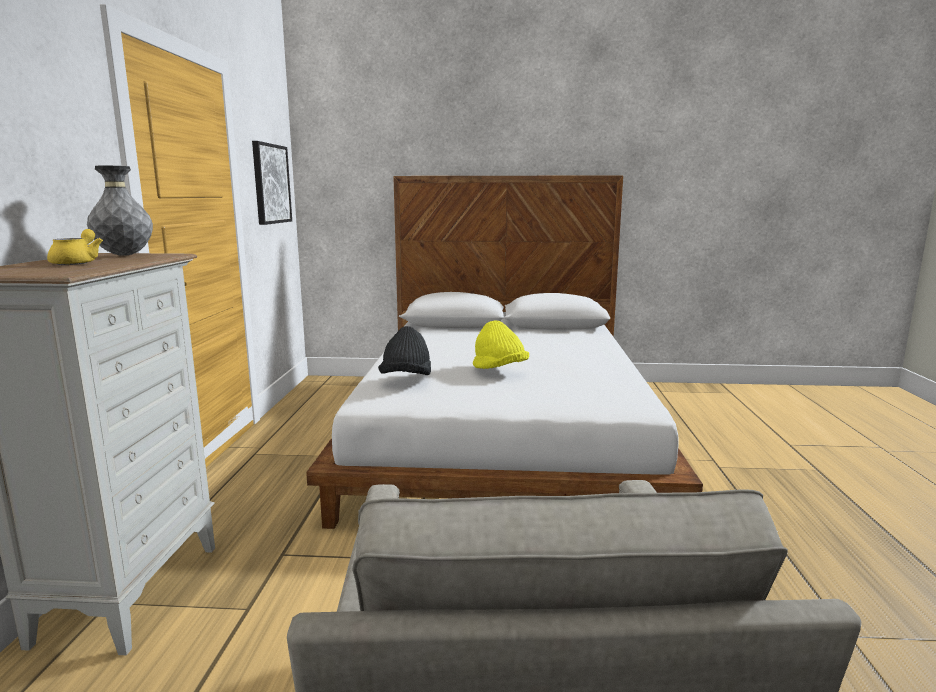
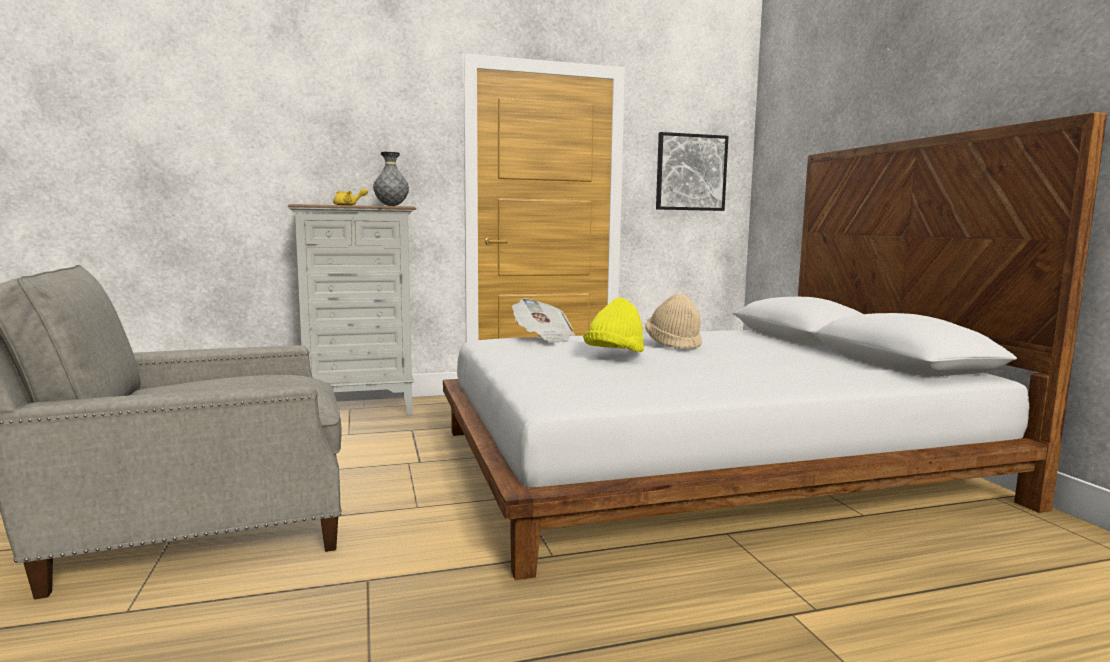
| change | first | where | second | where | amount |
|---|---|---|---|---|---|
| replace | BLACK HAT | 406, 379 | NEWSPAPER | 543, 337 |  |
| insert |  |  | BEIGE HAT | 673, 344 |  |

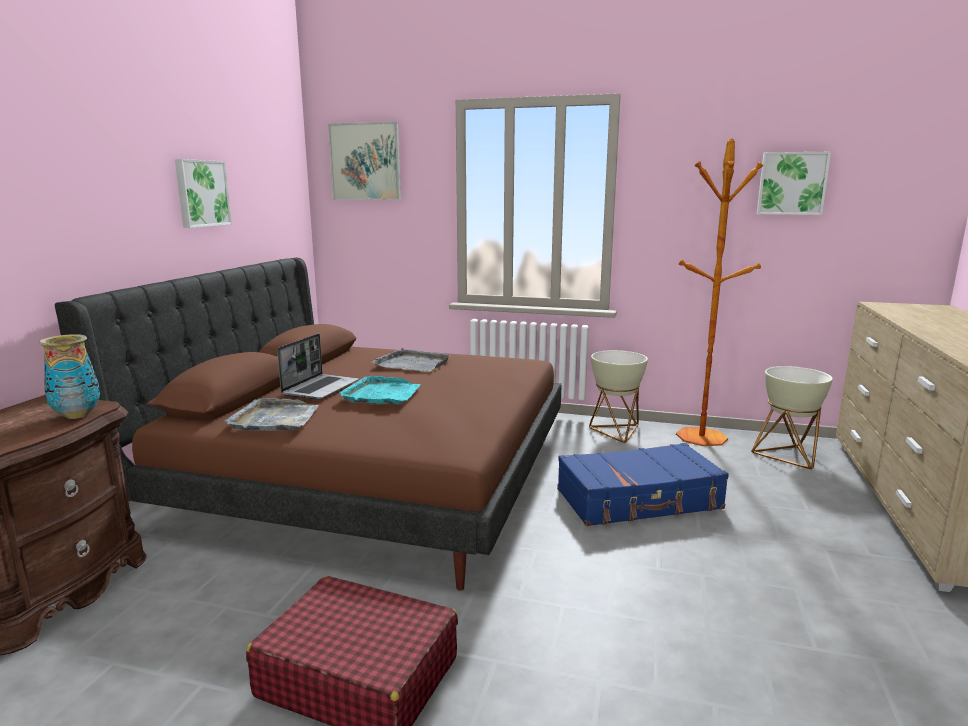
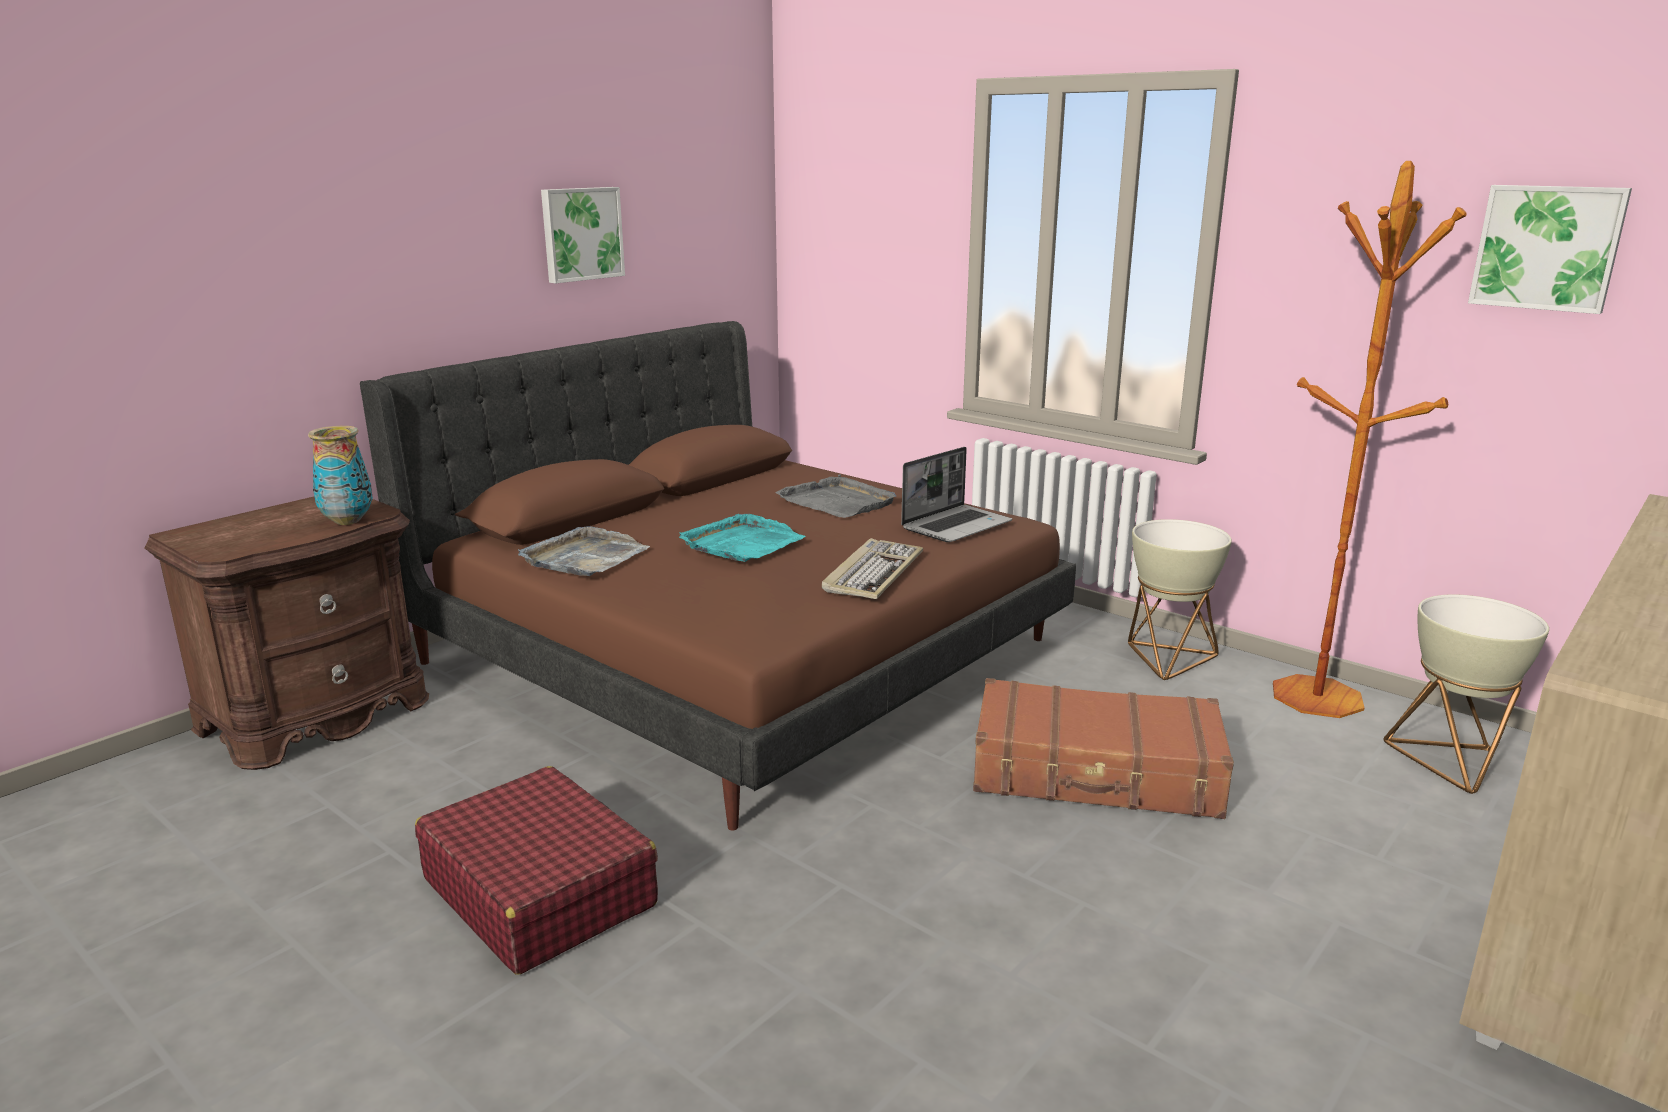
| change | first | where | second | where | amount |
|---|---|---|---|---|---|
| delete | PICTURE | 365, 162 |  |  |  |
| move | LAPTOP | 321, 388 |  | 956, 525 |  |
| recolor | BLUE SUITCASE | 639, 500 | BROWN SUITCASE | 1096, 773 |  |
| insert |  |  | KEYBOARD | 873, 573 |  |

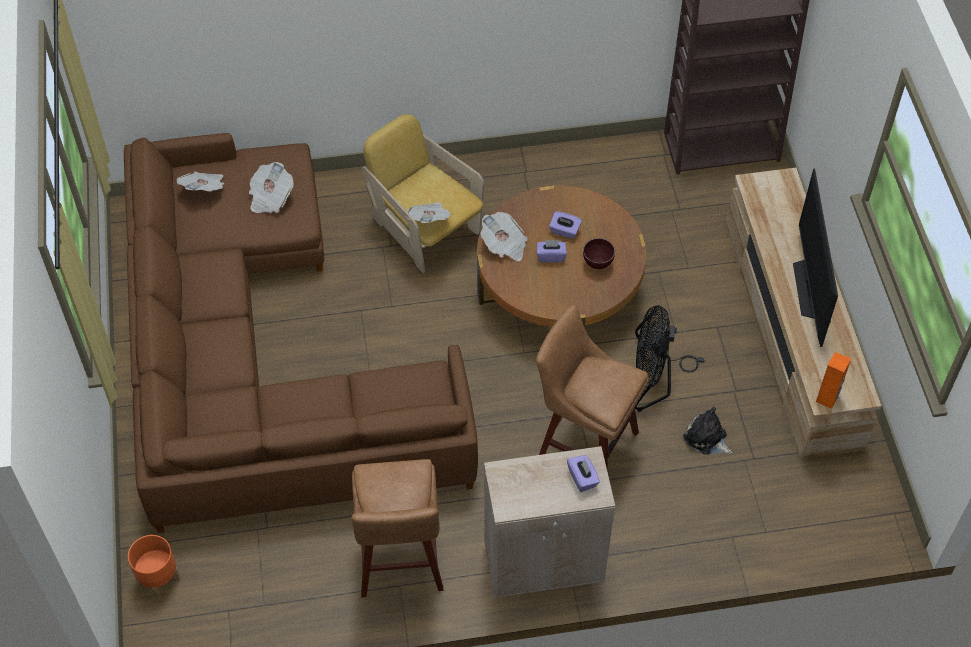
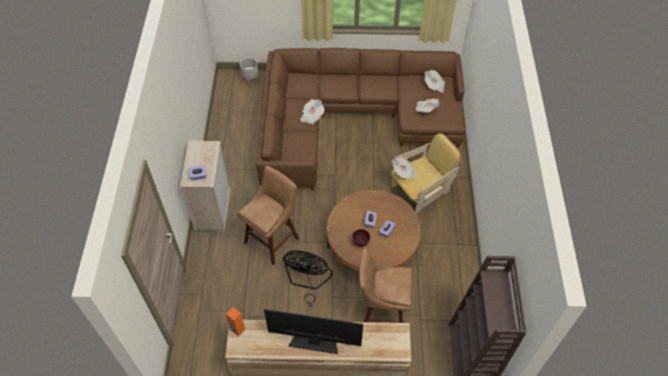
| change | first | where | second | where | amount |
|---|---|---|---|---|---|
| move | NEWSPAPER | 504, 245 |  | 311, 116 |  |
| delete | PLUSH TOY | 706, 438 |  |  |  |
| move | BROWN STOOL | 400, 562 |  | 380, 312 |  |
| recolor | ORANGE PLANTER | 159, 579 | GREY PLANTER | 251, 80 |  |

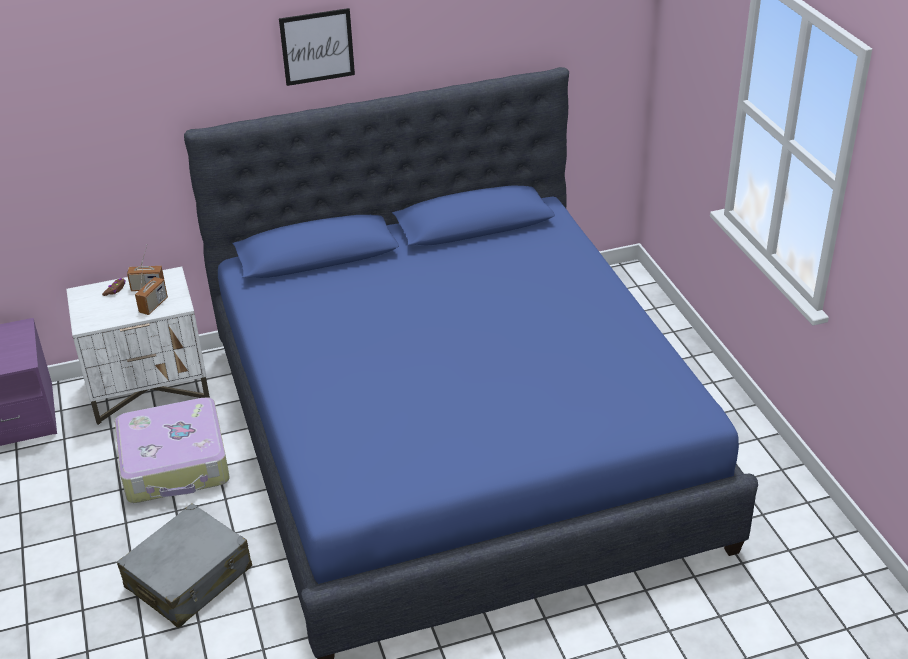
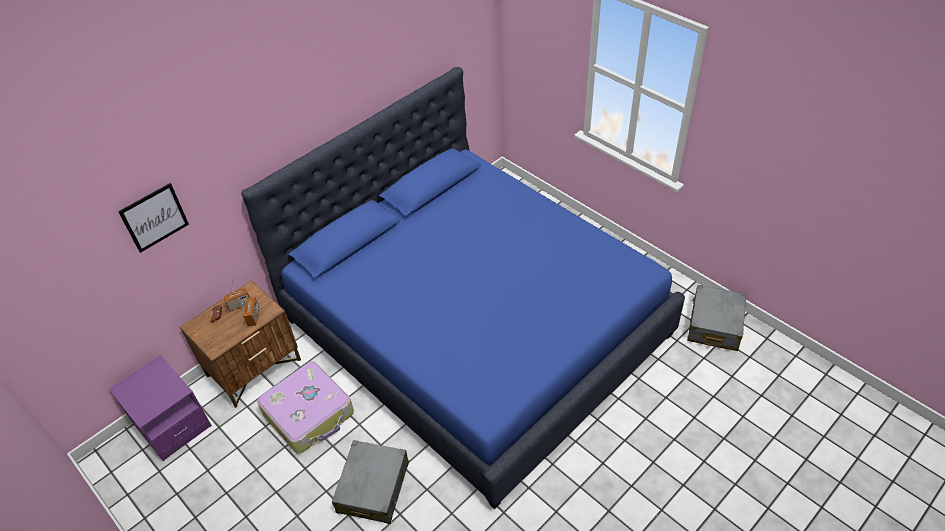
| change | first | where | second | where | amount |
|---|---|---|---|---|---|
| move | PICTURE | 317, 46 |  | 154, 217 |  |
| recolor | WHITE NIGHTSTAND | 150, 389 | BROWN NIGHTSTAND | 254, 367 |  |
| insert |  |  | GREY SUITCASE | 714, 325 |  |

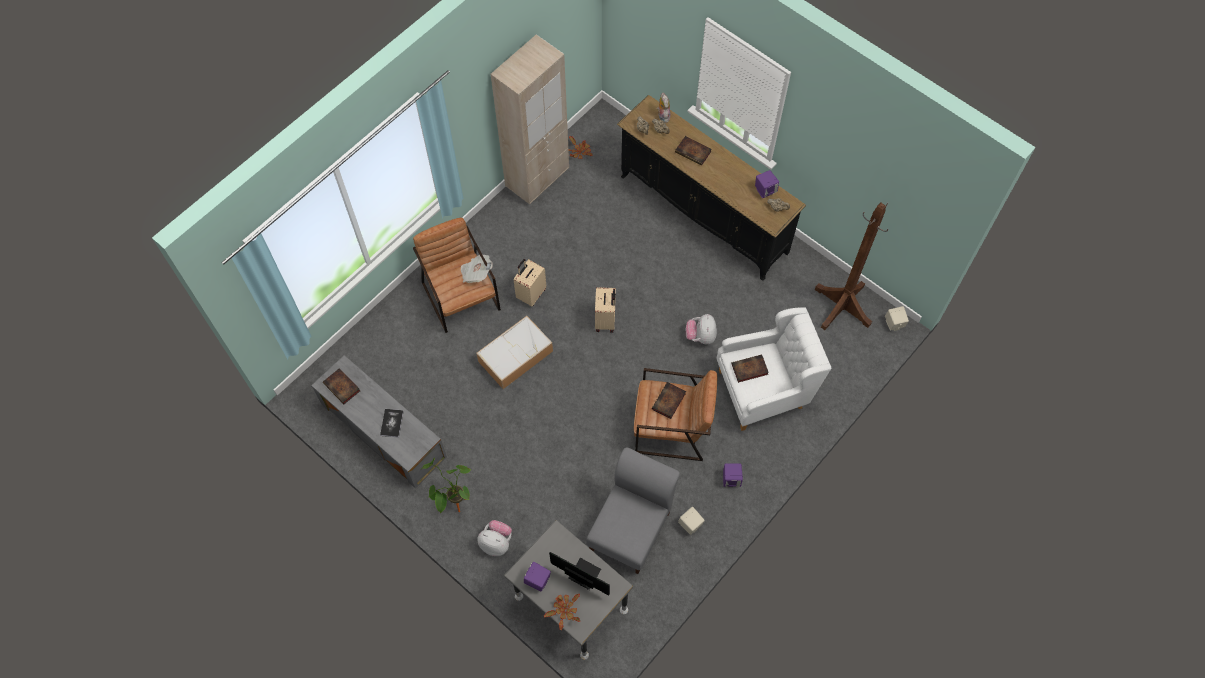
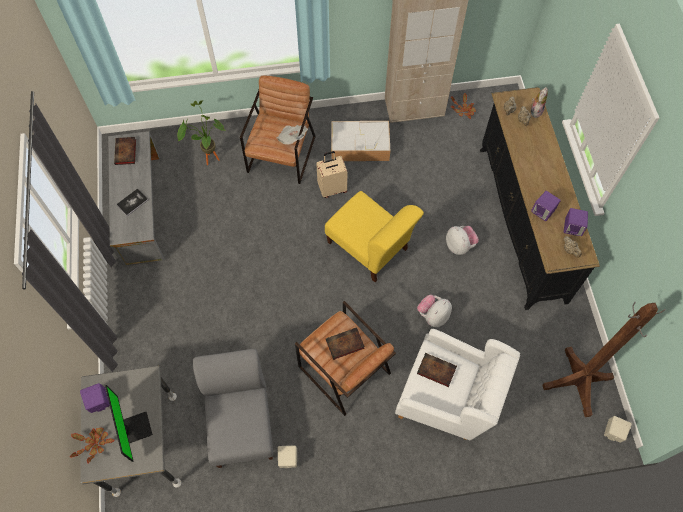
| change | first | where | second | where | amount |
|---|---|---|---|---|---|
| delete | BOOK | 694, 152 |  |  |  |
| replace | BEIGE SUITCASE | 606, 320 | YELLOW CHAIR | 369, 248 |  |
| move | STORAGE BOX | 516, 355 |  | 361, 145 |  |
| rotate | GREY CHAIR | 631, 528 |  | 242, 423 | 75 degrees counterclockwise |
| move | POTTED PLANT | 454, 505 |  | 208, 158 |  |
| move | PURPLE SPEAKER | 731, 479 |  | 542, 212 |  |
| move | PLUSH TOY | 496, 543 |  | 459, 245 |  |

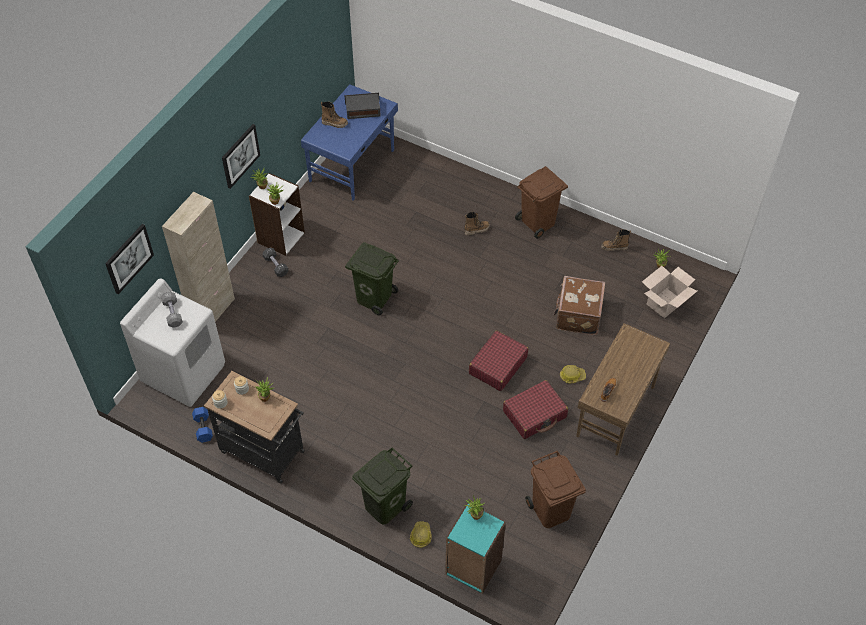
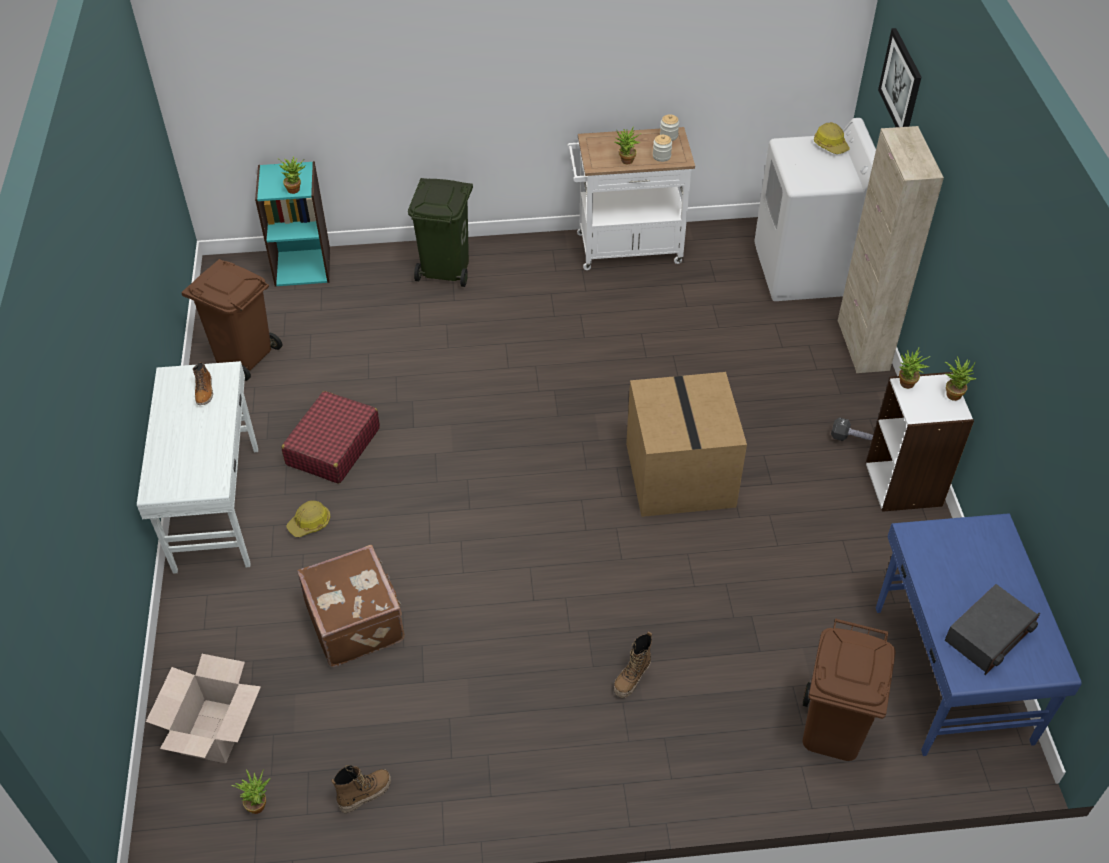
| change | first | where | second | where | amount |
|---|---|---|---|---|---|
| delete | BOOT | 334, 123 |  |  |  |
| delete | PICTURE | 240, 155 |  |  |  |
| move | BROWN TRASH CAN | 538, 223 |  | 831, 729 |  |
| replace | GREEN TRASH CAN | 374, 297 | CARDBOARD BOX | 682, 476 |  |
| delete | GREY DUMBBELL | 173, 313 |  |  |  |
| recolor | BROWN CONSOLE TABLE | 615, 412 | WHITE CONSOLE TABLE | 217, 508 |  |
| delete | RED SUITCASE | 497, 366 |  |  |  |
| recolor | BLACK CART | 265, 453 | WHITE CART | 625, 249 |  |
| delete | BLUE DUMBBELL | 202, 428 |  |  |  |
| move | HARD HAT | 420, 536 |  | 830, 145 |  |

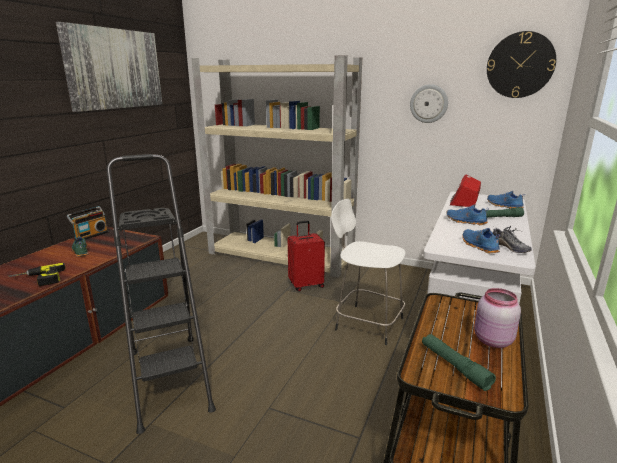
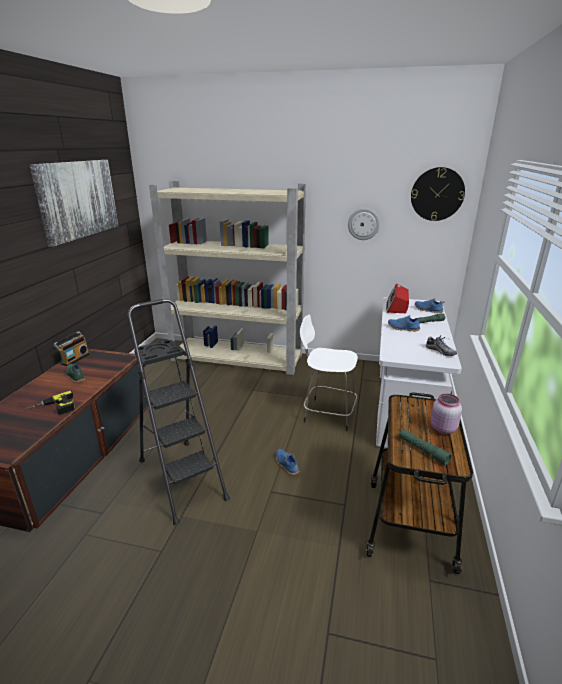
| change | first | where | second | where | amount |
|---|---|---|---|---|---|
| delete | RED SUITCASE | 306, 285 |  |  |  |
| move | BLUE SHOE | 478, 246 |  | 286, 465 |  |

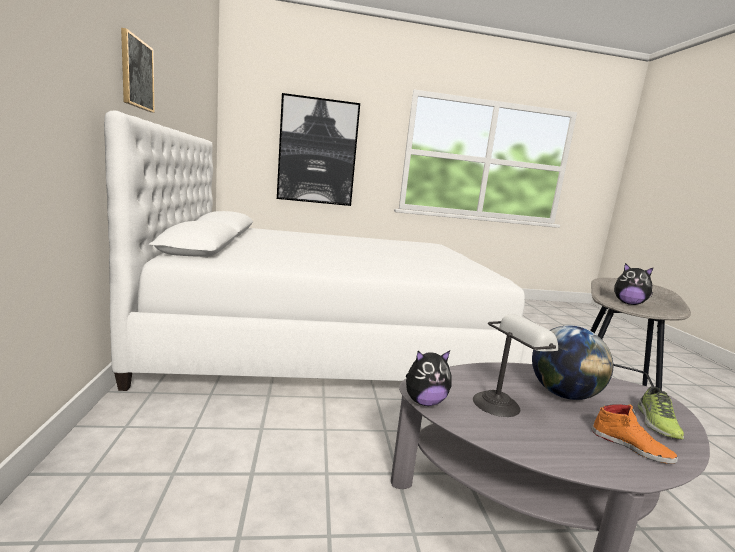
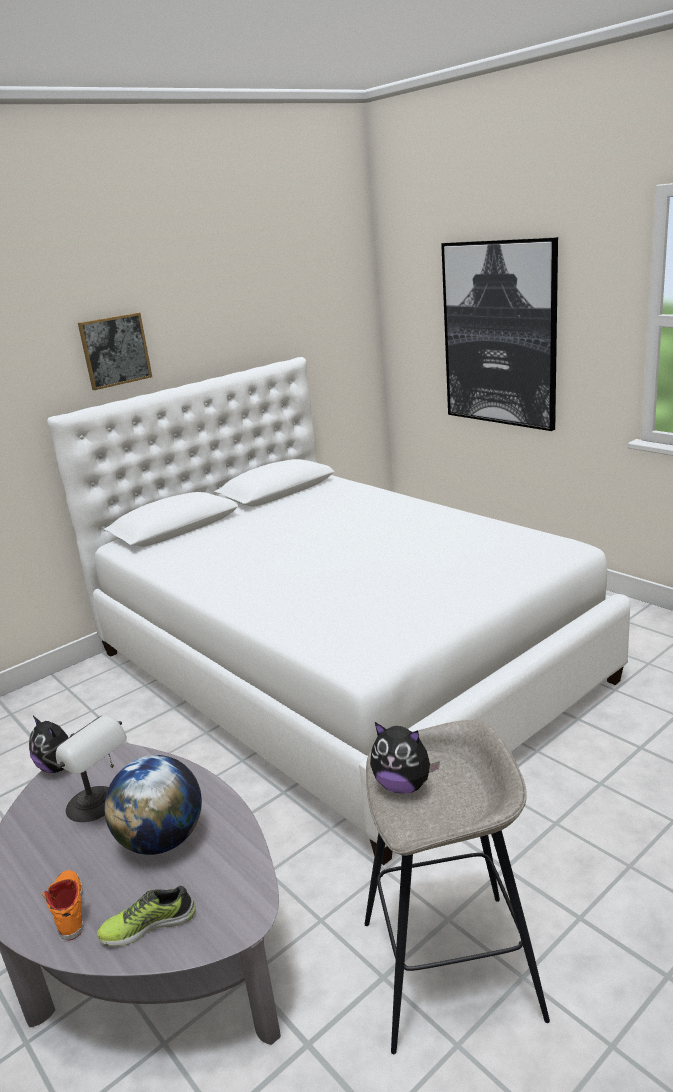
| change | first | where | second | where | amount |
|---|---|---|---|---|---|
| rotate | PLUSH TOY | 628, 303 |  | 403, 785 | 60 degrees counterclockwise |
| rotate | ORANGE SHOE | 631, 446 |  | 68, 908 | 150 degrees clockwise |

